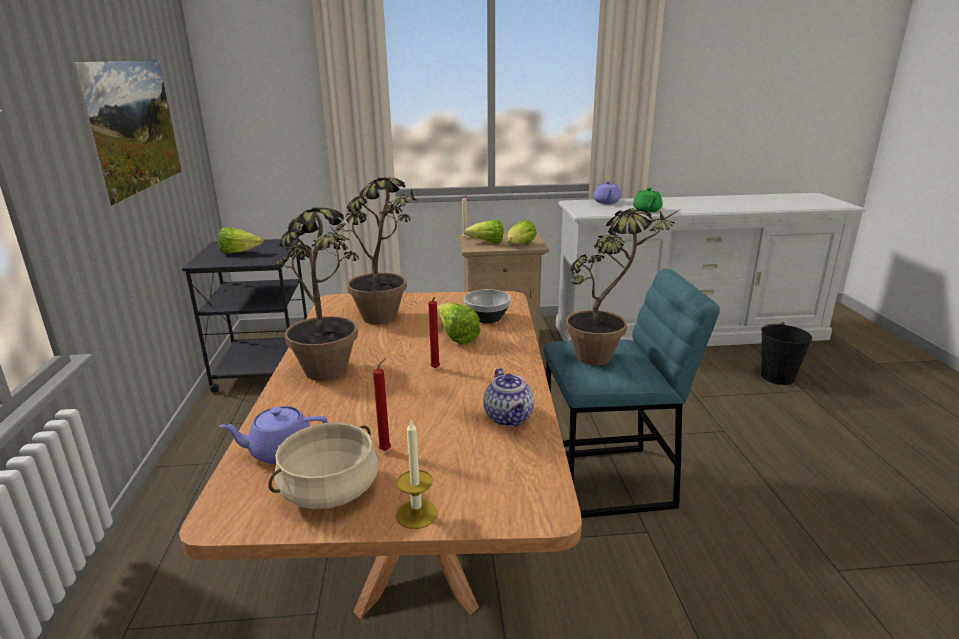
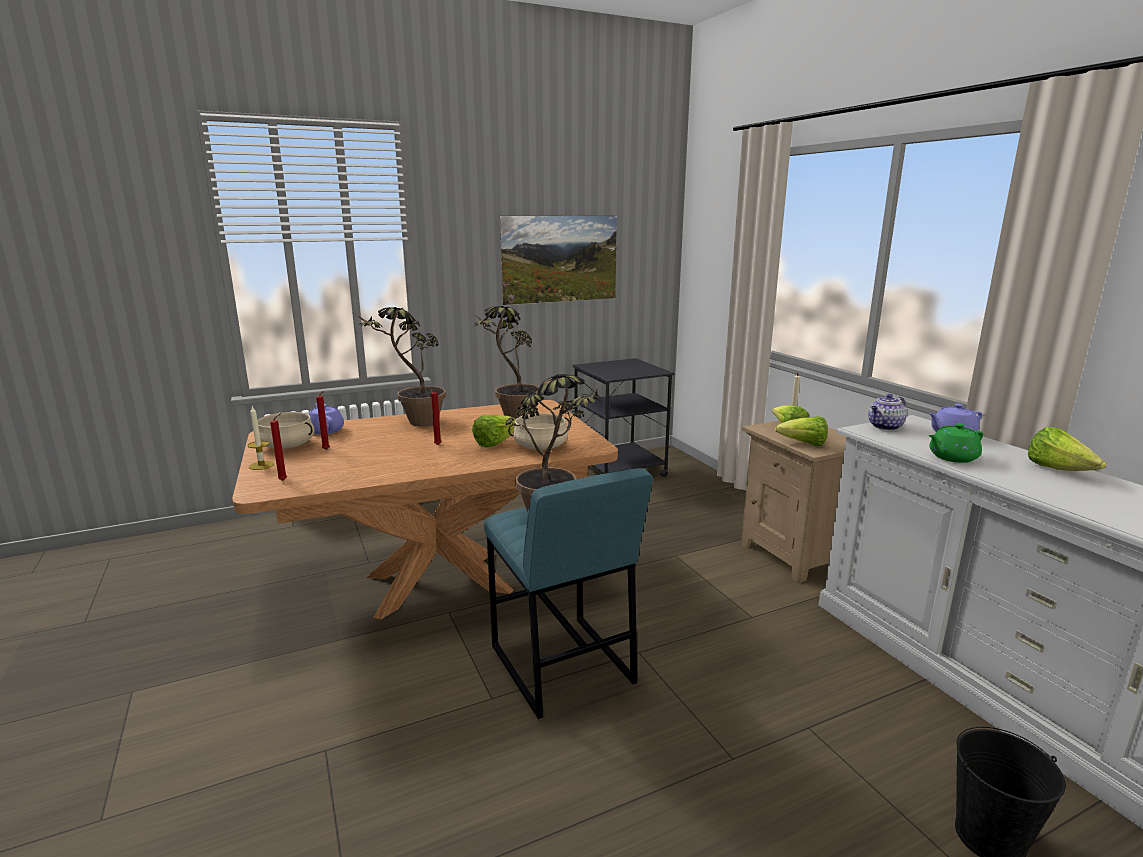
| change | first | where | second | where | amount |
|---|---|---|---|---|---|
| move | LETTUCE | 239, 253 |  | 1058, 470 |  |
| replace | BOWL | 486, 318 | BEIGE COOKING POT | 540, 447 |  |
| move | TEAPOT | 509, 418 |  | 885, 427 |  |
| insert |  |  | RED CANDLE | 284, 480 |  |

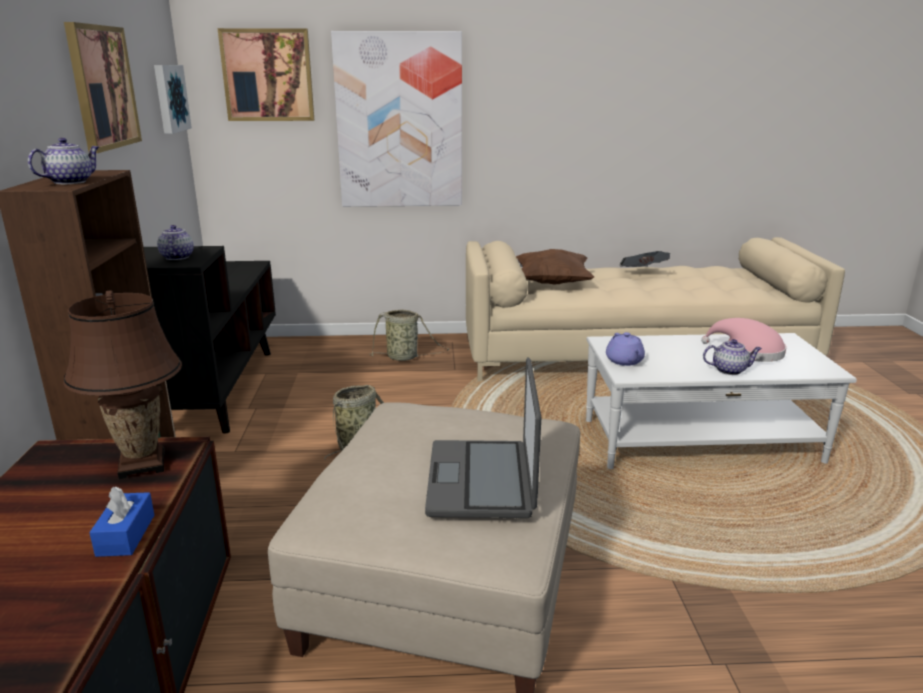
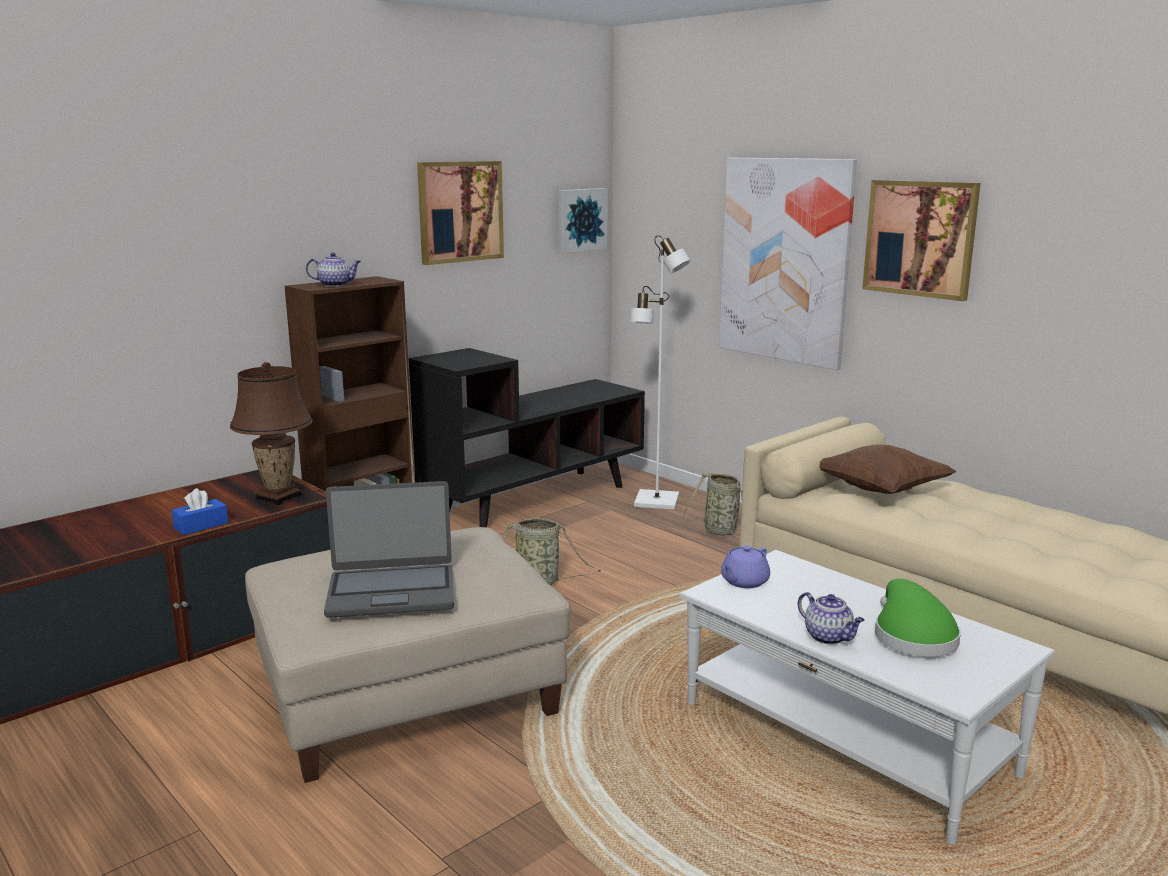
| change | first | where | second | where | amount |
|---|---|---|---|---|---|
| move | PICTURE | 268, 75 |  | 920, 238 |  |
| delete | TEAPOT | 177, 257 |  |  |  |
| delete | NEWSPAPER | 642, 273 |  |  |  |
| recolor | PINK HAT | 749, 352 | GREEN HAT | 911, 636 |  |
| rotate | LAPTOP | 482, 480 |  | 391, 592 | 150 degrees counterclockwise |
| insert |  |  | WHITE FLOOR LAMP | 656, 501 |  |

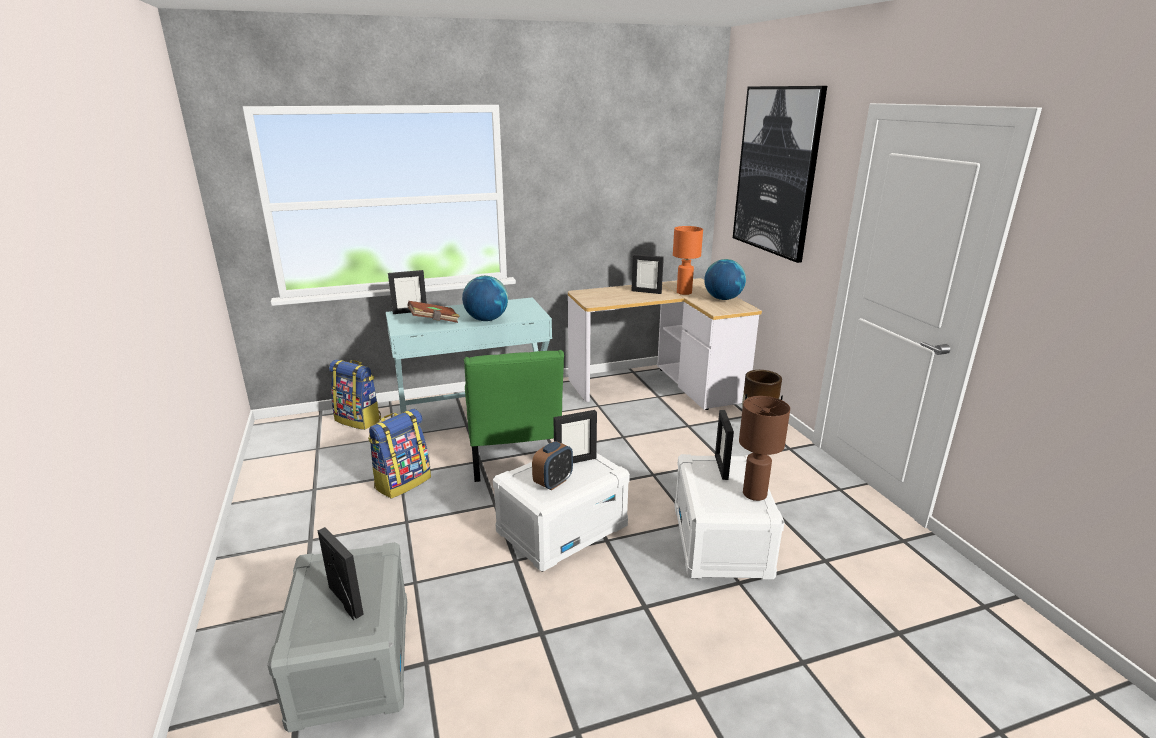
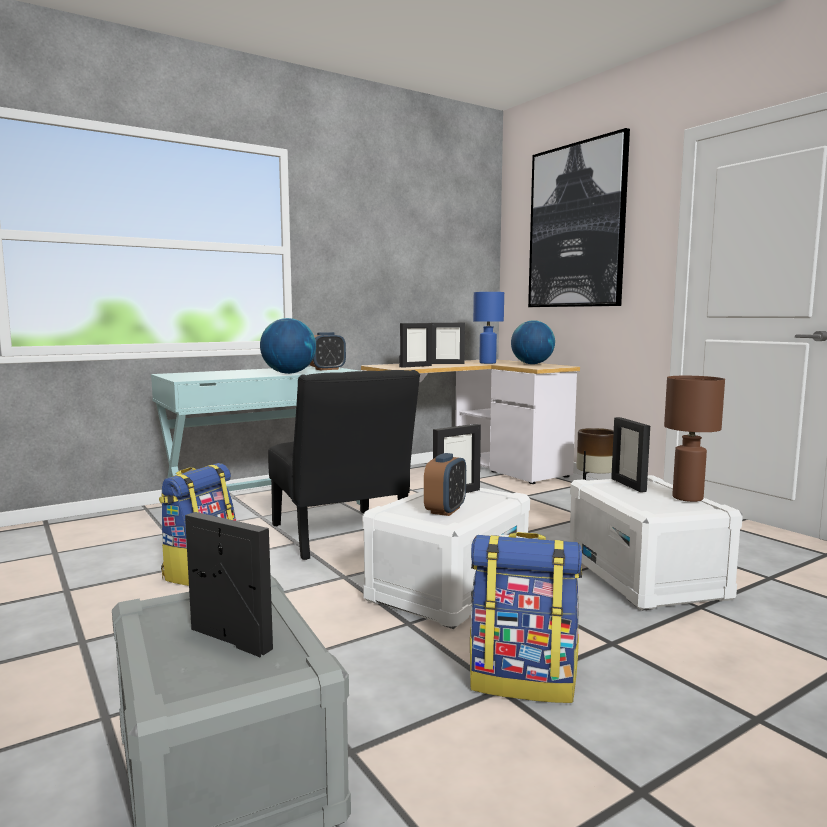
| change | first | where | second | where | amount |
|---|---|---|---|---|---|
| recolor | ORANGE TABLE LAMP | 683, 292 | BLUE TABLE LAMP | 487, 363 |  |
| move | PICTURE FRAME | 410, 311 |  | 415, 366 |  |
| delete | BROWN BOOK | 434, 321 |  |  |  |
| recolor | GREEN CHAIR | 514, 458 | BLACK CHAIR | 340, 536 |  |
| move | BACKPACK | 359, 420 |  | 523, 681 |  |
| insert |  |  | ALARM CLOCK | 327, 369 |  |

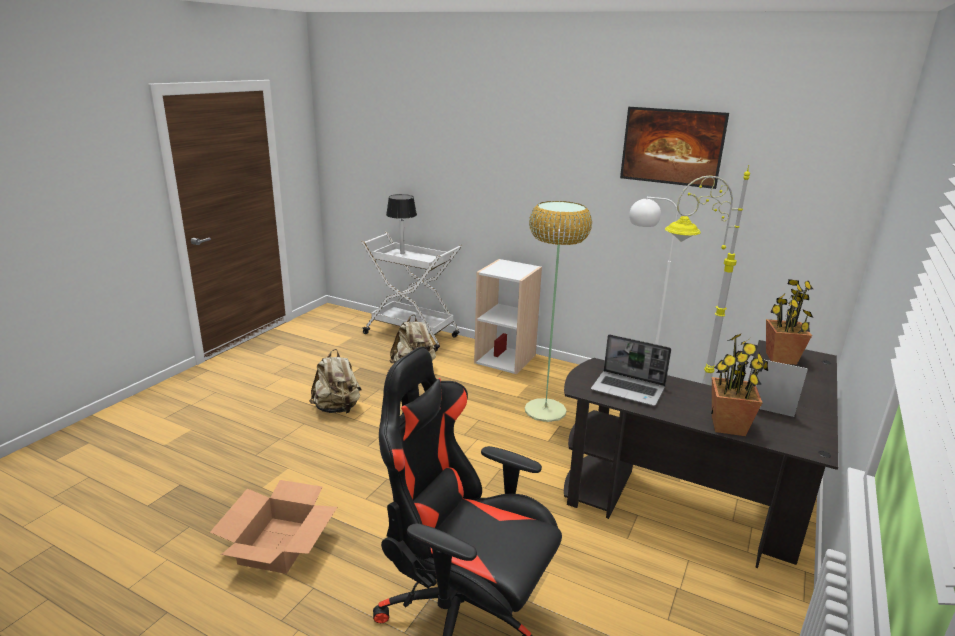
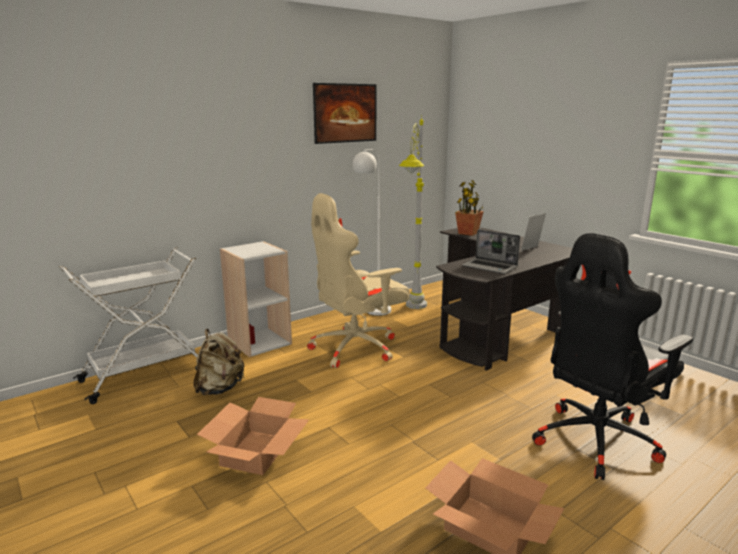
| change | first | where | second | where | amount |
|---|---|---|---|---|---|
| delete | TABLE LAMP | 402, 253 |  |  |  |
| replace | FLOOR LAMP | 545, 410 | BEIGE OFFICE CHAIR | 360, 347 |  |
| delete | POTTED PLANT | 728, 426 |  |  |  |
| rotate | LAPTOP | 629, 390 |  | 490, 267 | 75 degrees clockwise |
| replace | BEIGE BACKPACK | 337, 409 | CARDBOARD BOX | 256, 452 |  |

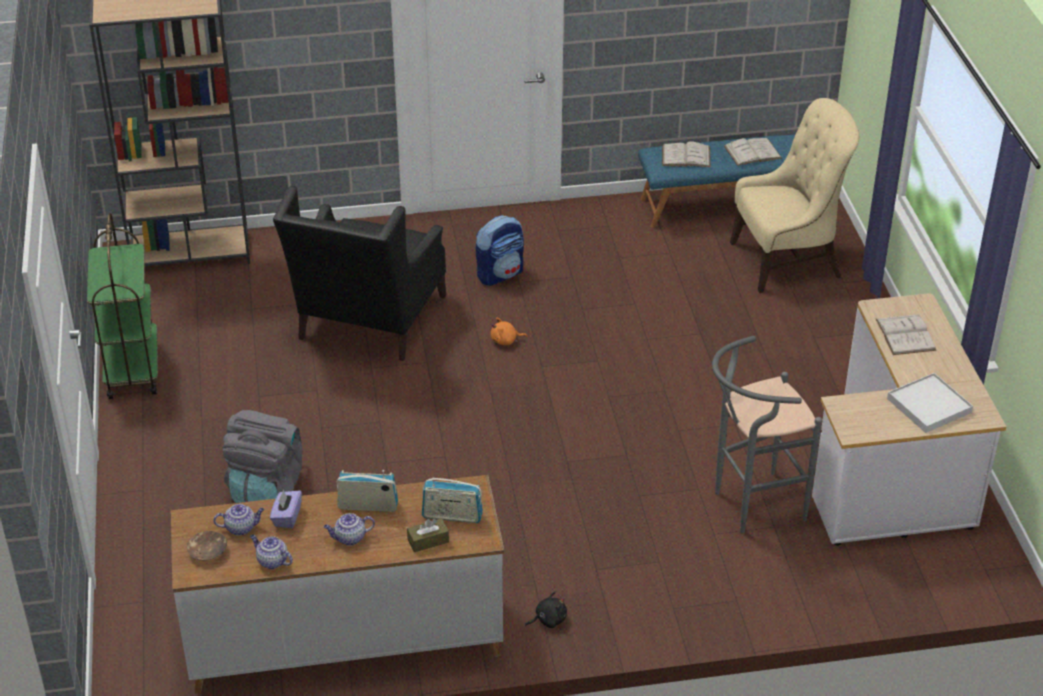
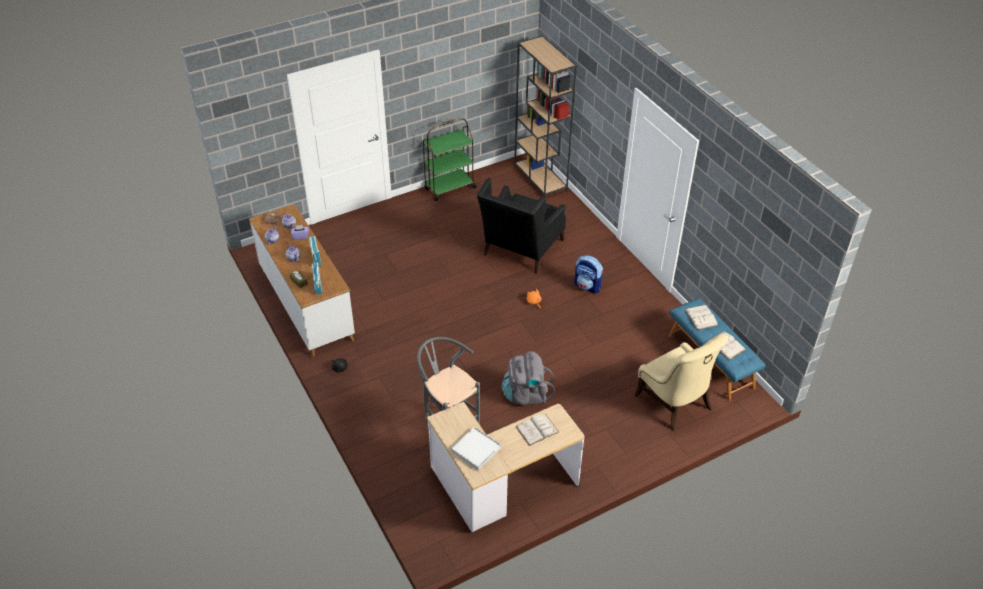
| change | first | where | second | where | amount |
|---|---|---|---|---|---|
| rotate | BLACK ARMCHAIR | 367, 323 |  | 520, 250 | 60 degrees counterclockwise |
| move | GREY BACKPACK | 266, 488 |  | 526, 394 |  |

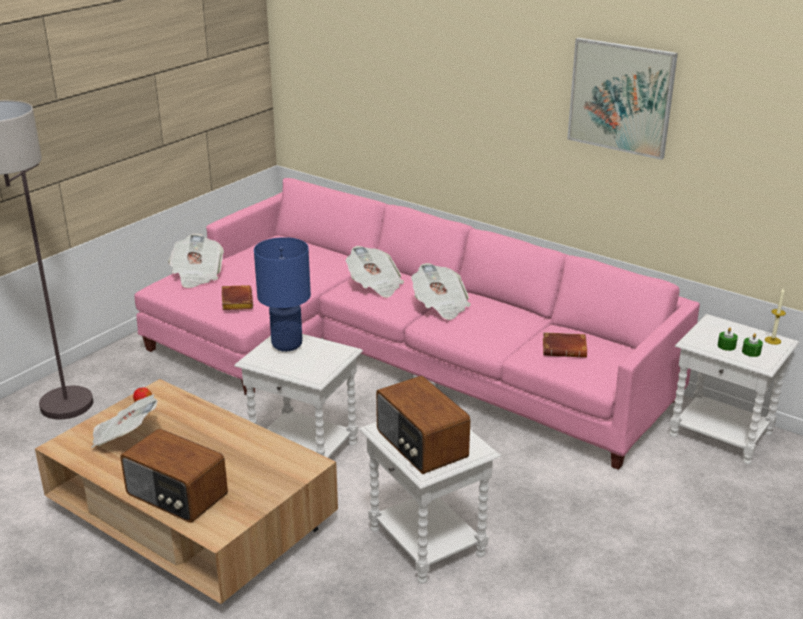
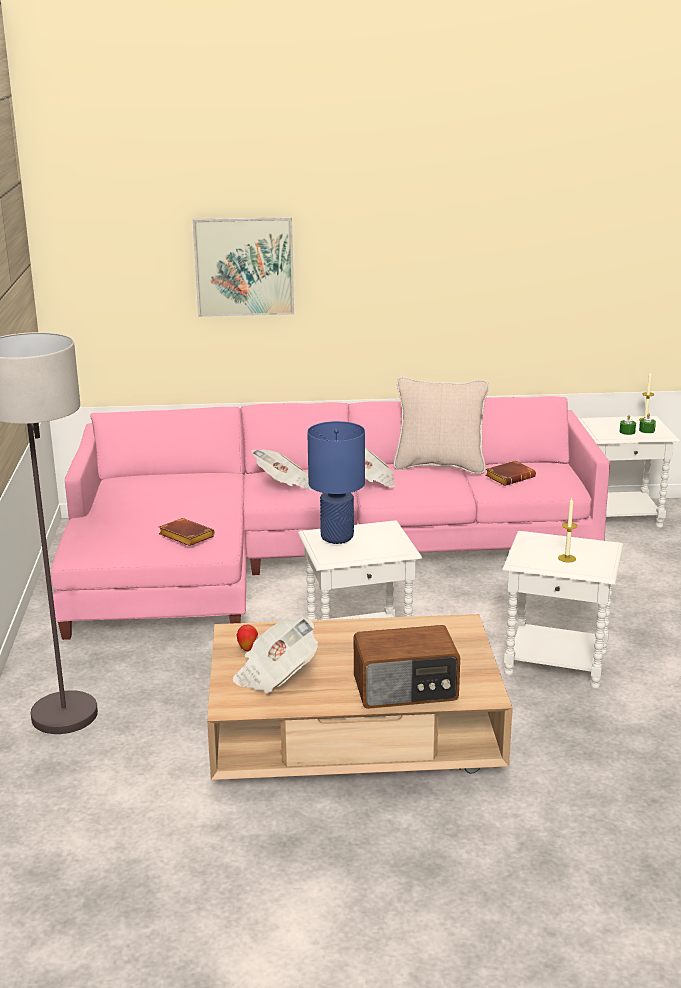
| change | first | where | second | where | amount |
|---|---|---|---|---|---|
| move | PICTURE | 621, 97 |  | 244, 266 |  |
| delete | NEWSPAPER | 197, 275 |  |  |  |
| replace | RADIO | 420, 444 | CANDLE | 567, 558 |  |
| insert |  |  | BEIGE PILLOW | 439, 466 |  |

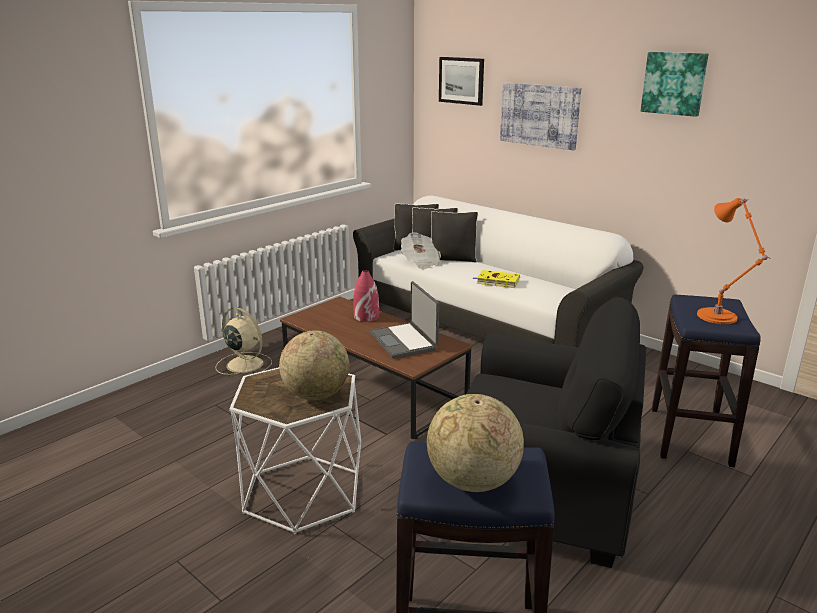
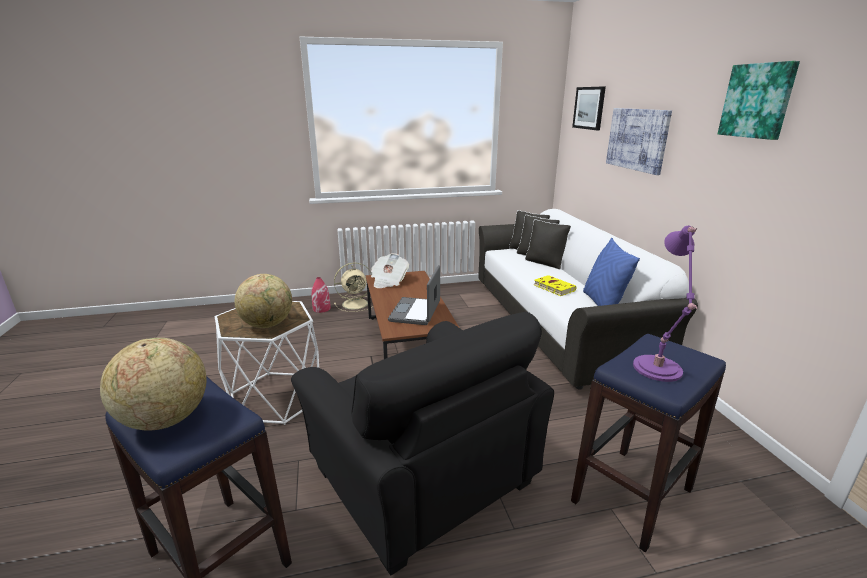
| change | first | where | second | where | amount |
|---|---|---|---|---|---|
| recolor | ORANGE TABLE LAMP | 719, 318 | PURPLE TABLE LAMP | 657, 371 |  |
| move | NEWSPAPER | 421, 262 |  | 388, 281 |  |
| move | RED VASE | 366, 316 |  | 321, 309 |  |
| rotate | BEIGE FAN | 243, 364 |  | 356, 303 | 90 degrees clockwise |
| insert |  |  | BLUE PILLOW | 602, 304 |  |

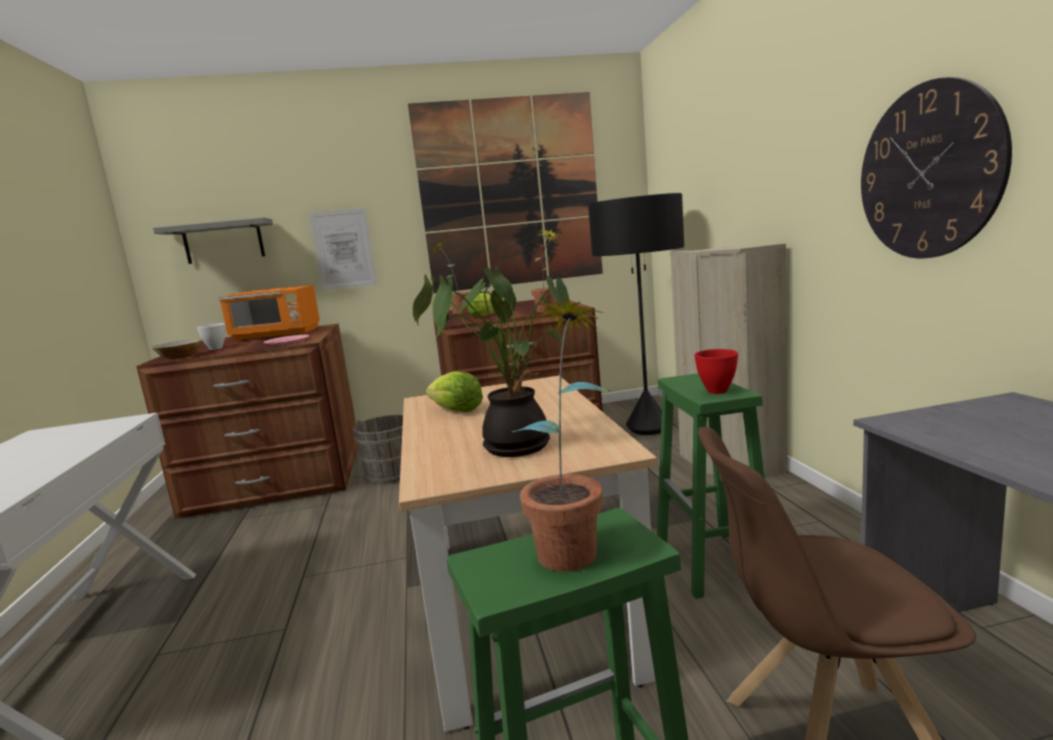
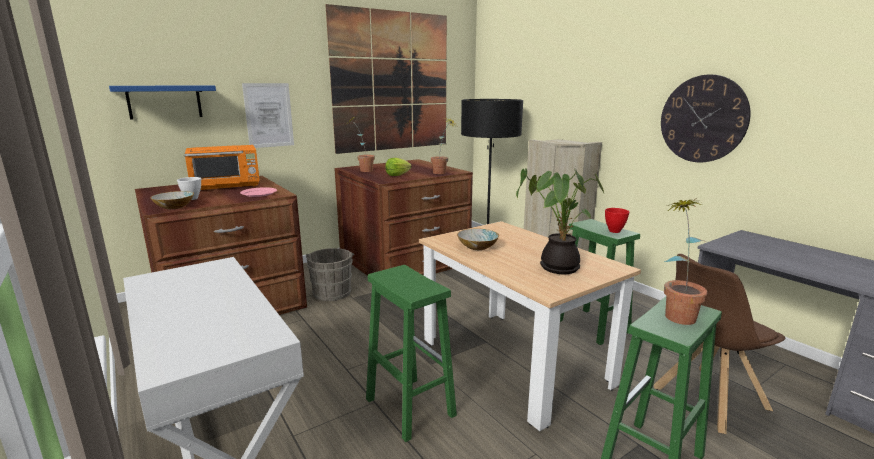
| change | first | where | second | where | amount |
|---|---|---|---|---|---|
| recolor | GREY SHELF | 223, 242 | BLUE SHELF | 164, 102 |  |
| replace | LETTUCE | 456, 411 | BOWL | 478, 247 |  |
| insert |  |  | GREEN STOOL | 409, 406 |  |

